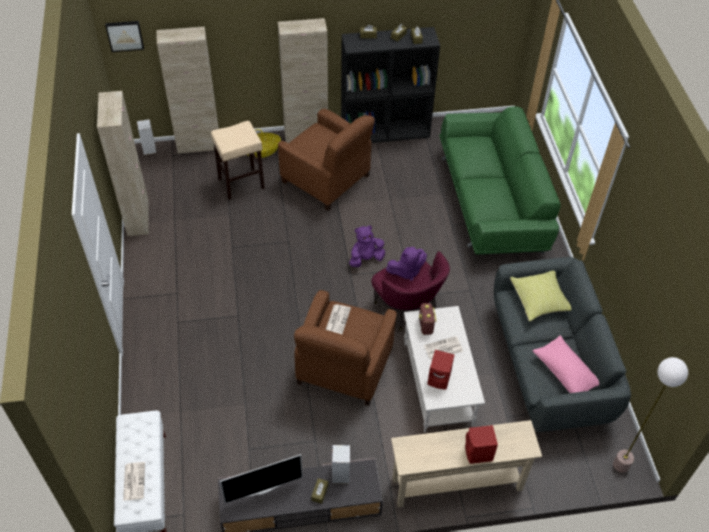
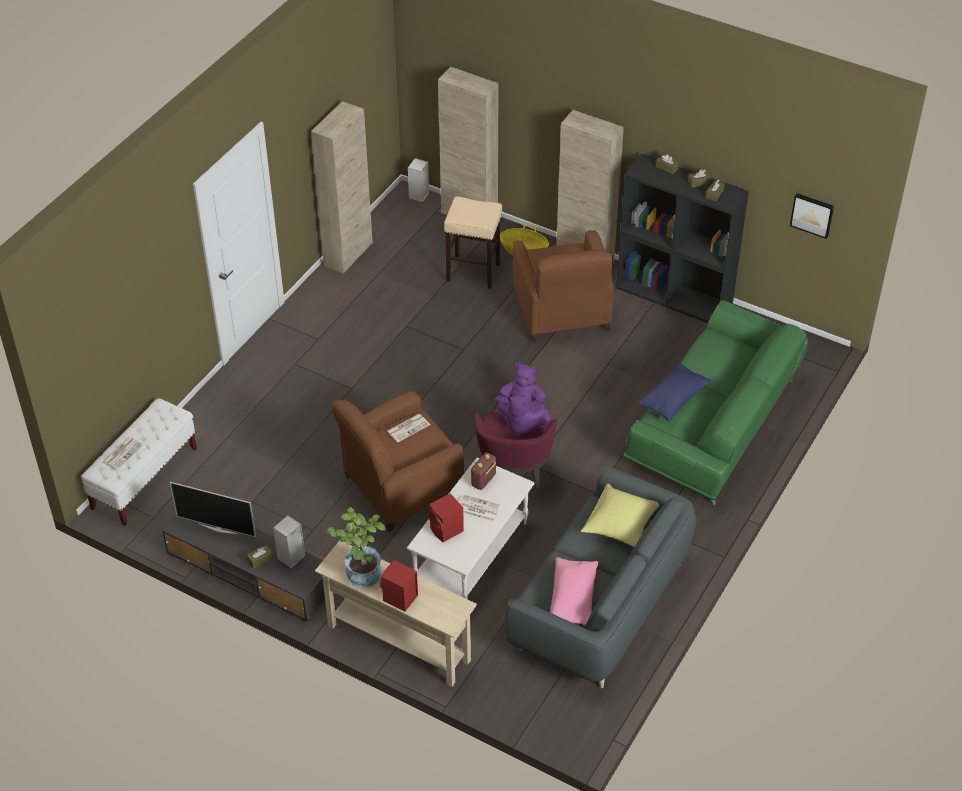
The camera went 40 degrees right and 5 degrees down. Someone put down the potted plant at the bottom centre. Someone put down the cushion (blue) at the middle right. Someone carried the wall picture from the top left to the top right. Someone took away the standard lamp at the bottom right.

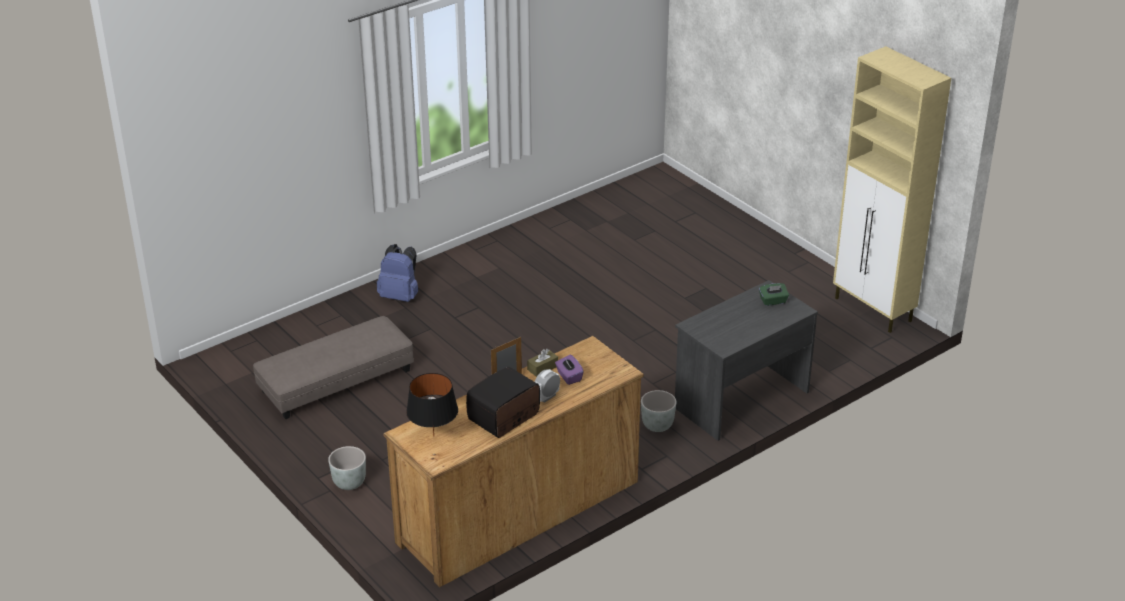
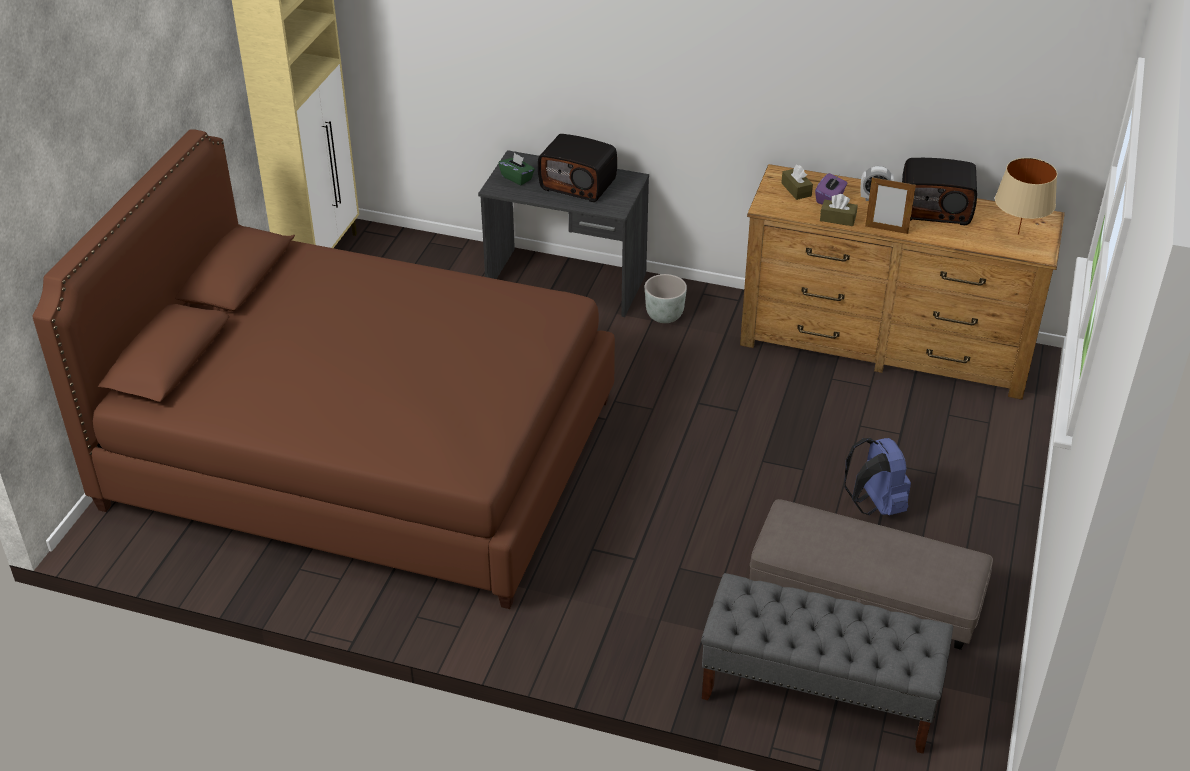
The camera went 125 degrees left and 5 degrees up. Someone put down the sleeping bed (brownish) at the middle left. Someone put down the radio (1st from left) at the top centre. Someone put down the indoor bench (greyish) at the bottom right. Someone put down the tissue holder (brownish) (1st from left) at the top right. Someone carried the knapsack (blue) from the centre to the middle right. Someone repainted the lamp for a table (black-coloured) at the bottom centre, which became the lamp for a table (sand-coloured) at the top right. Someone took away the plant pot (greyish) (1st from left) at the bottom left.

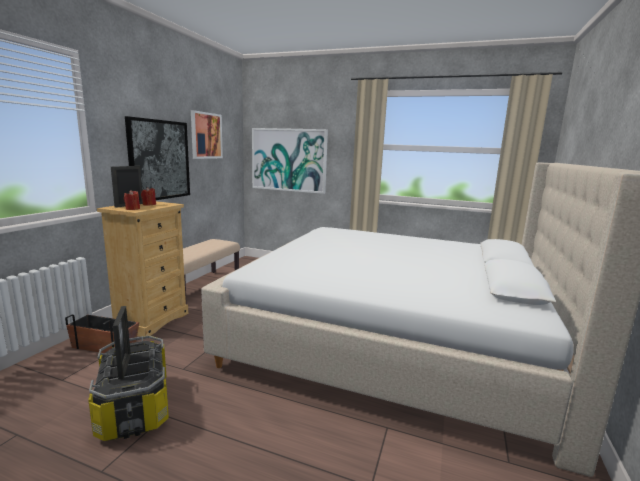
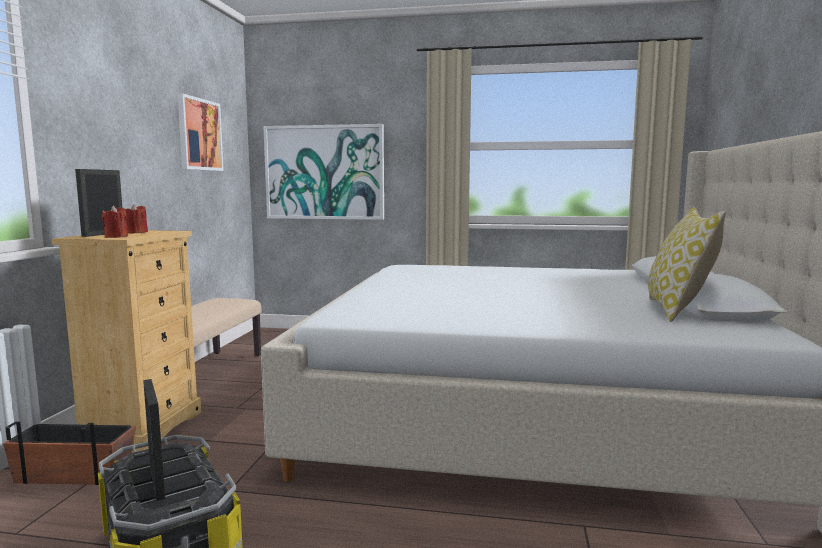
The camera went 10 degrees left and 5 degrees down. Someone put down the cushion at the middle right. Someone took away the wall picture (1st from left) at the top left.

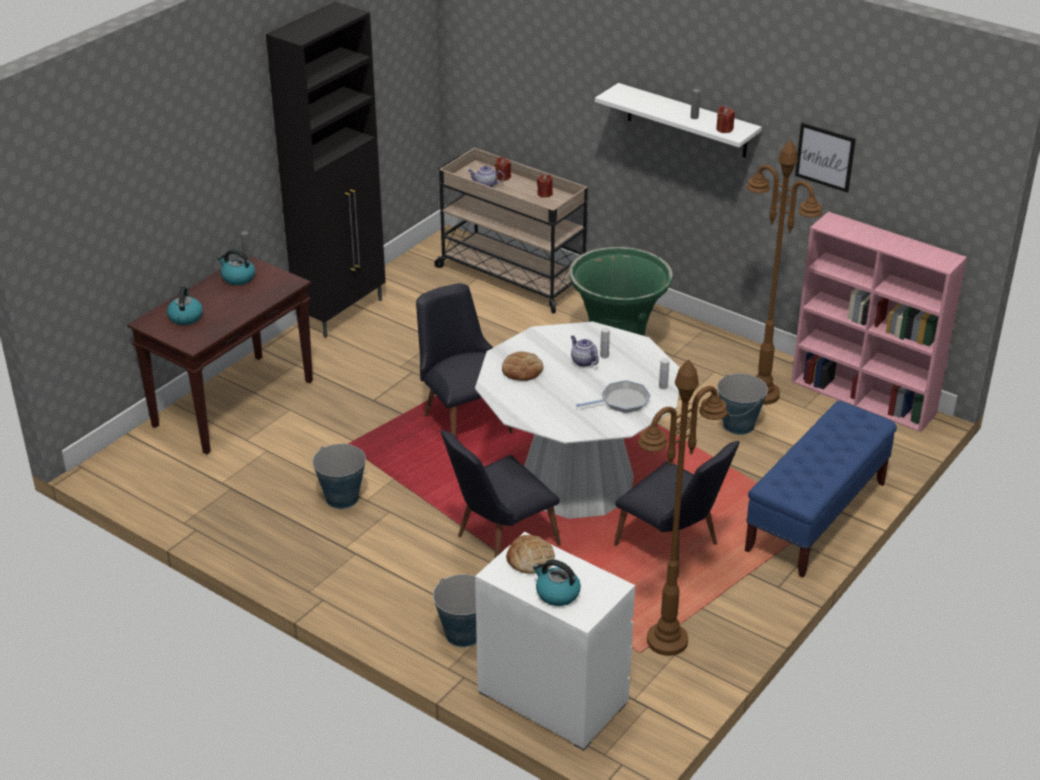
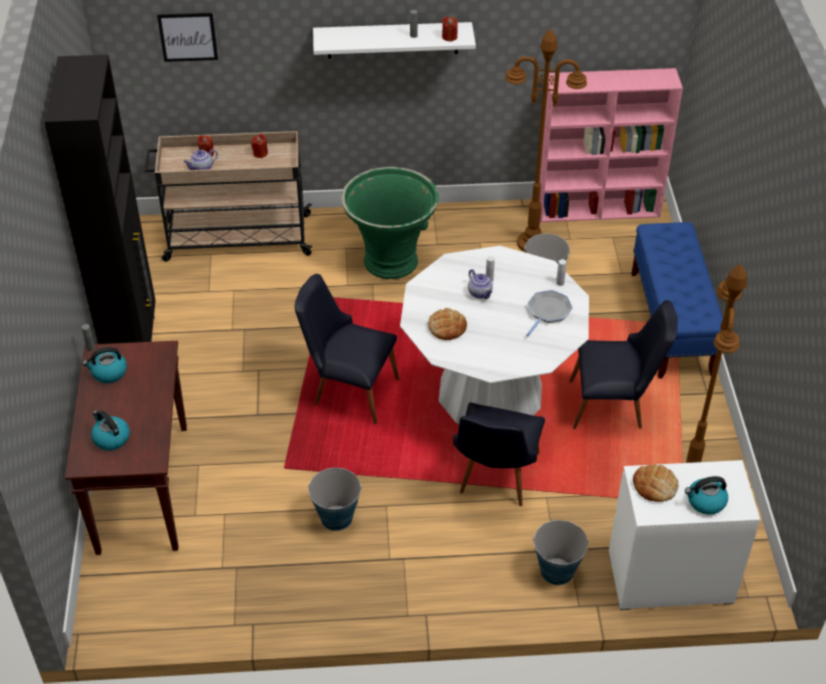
The camera went 40 degrees left and 10 degrees up. Someone carried the wall picture from the top right to the top left. Someone rotated the tea pot (2nd from left) at the centre by 135 degrees counterclockwise.

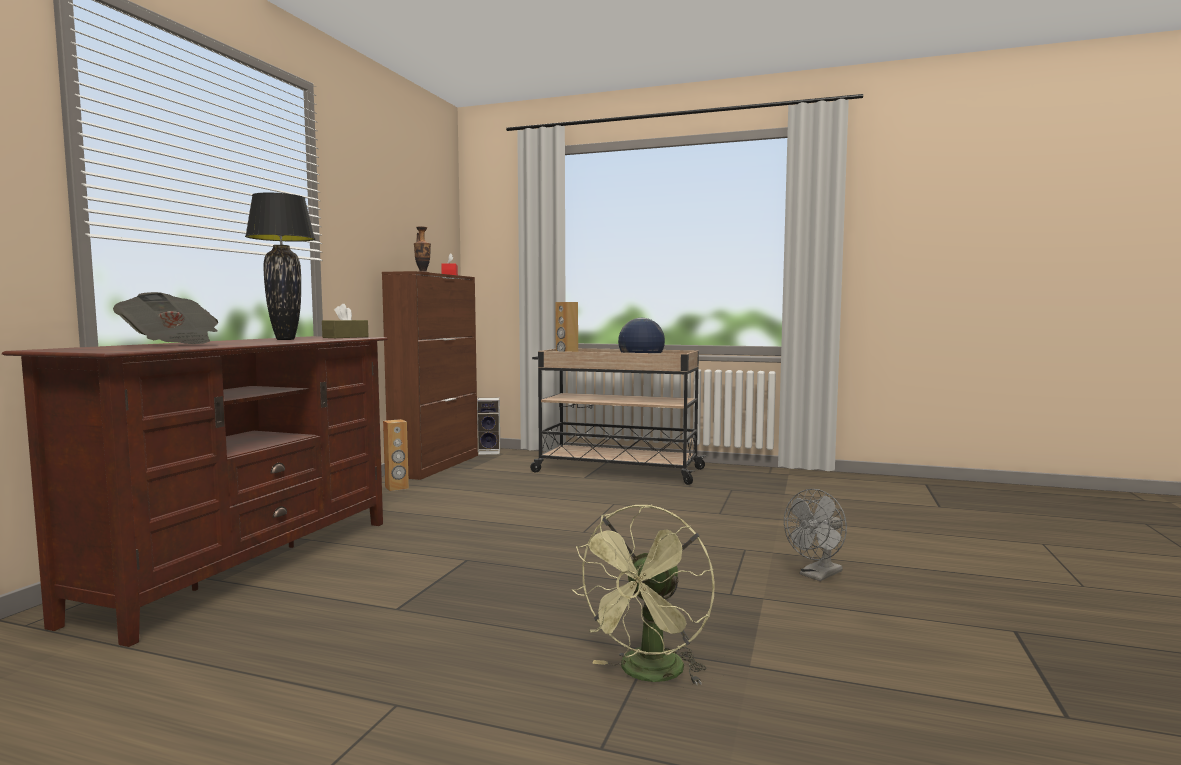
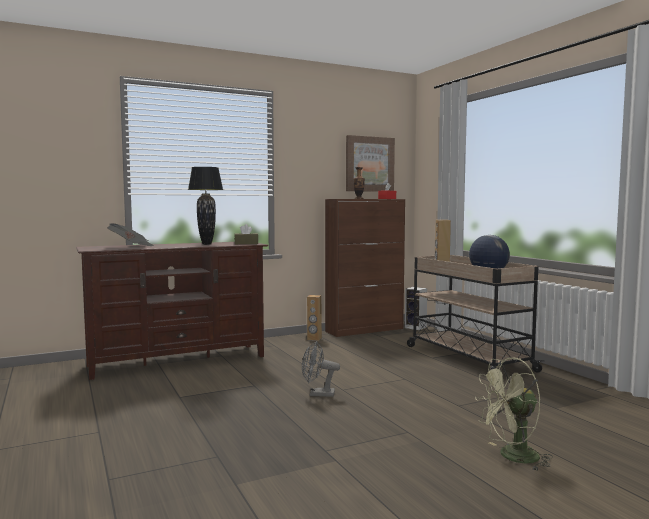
The camera went 45 degrees right and 0 degrees up. Someone carried the cooling fan (greyish) from the bottom right to the bottom centre. Someone put up the wall picture at the top centre. Someone carried the cooling fan (green) from the bottom centre to the bottom right.

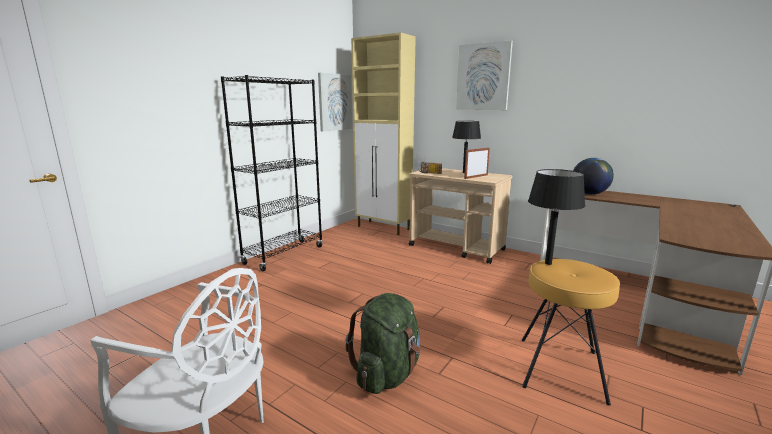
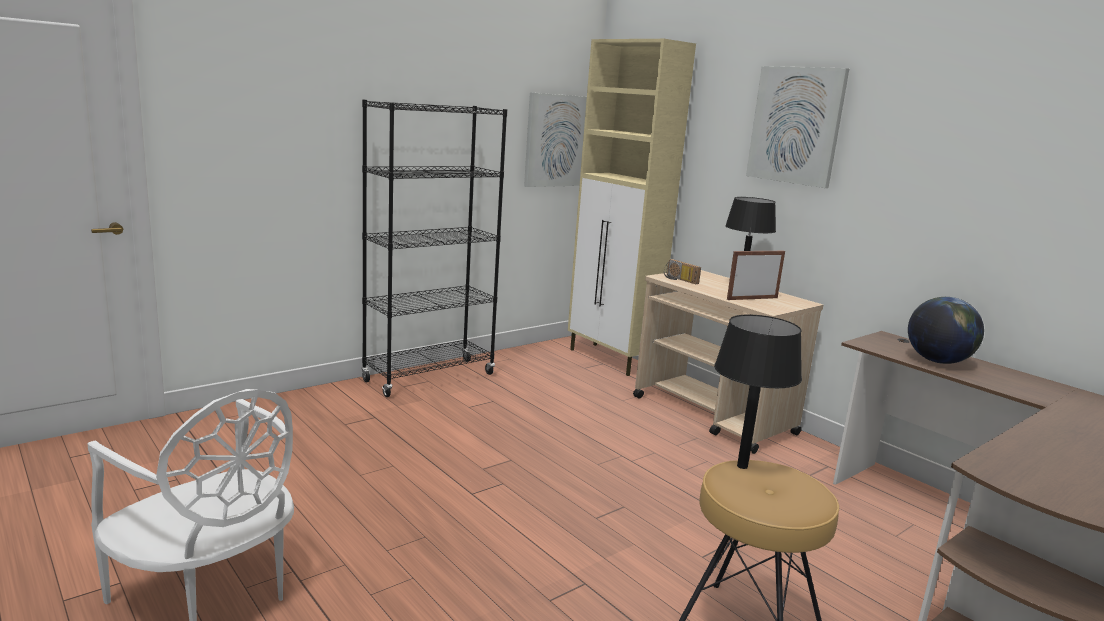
The camera went 15 degrees right and 0 degrees up. Someone took away the knapsack (green) at the bottom centre.

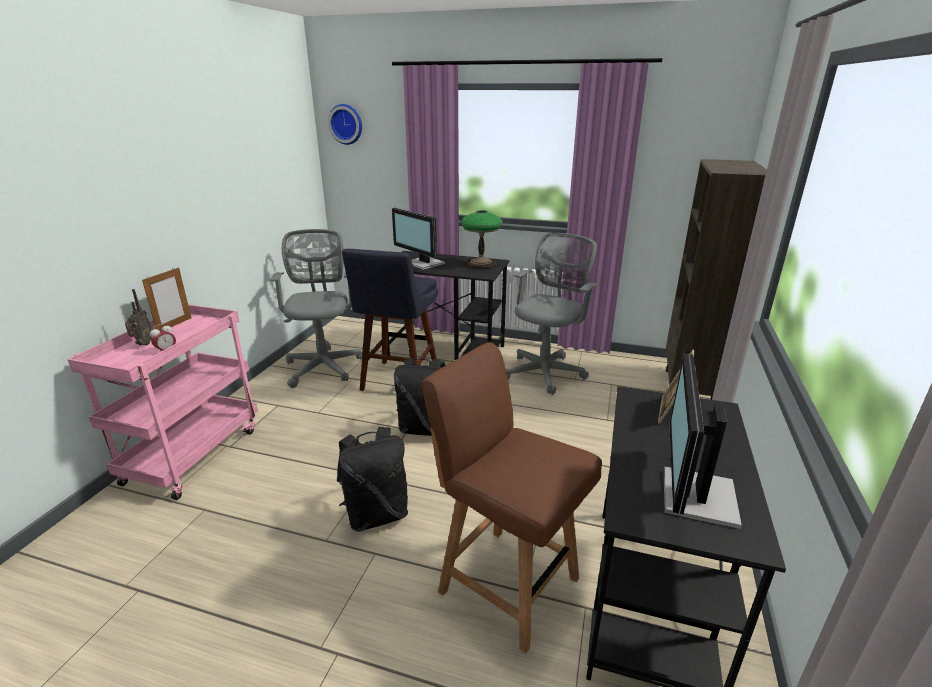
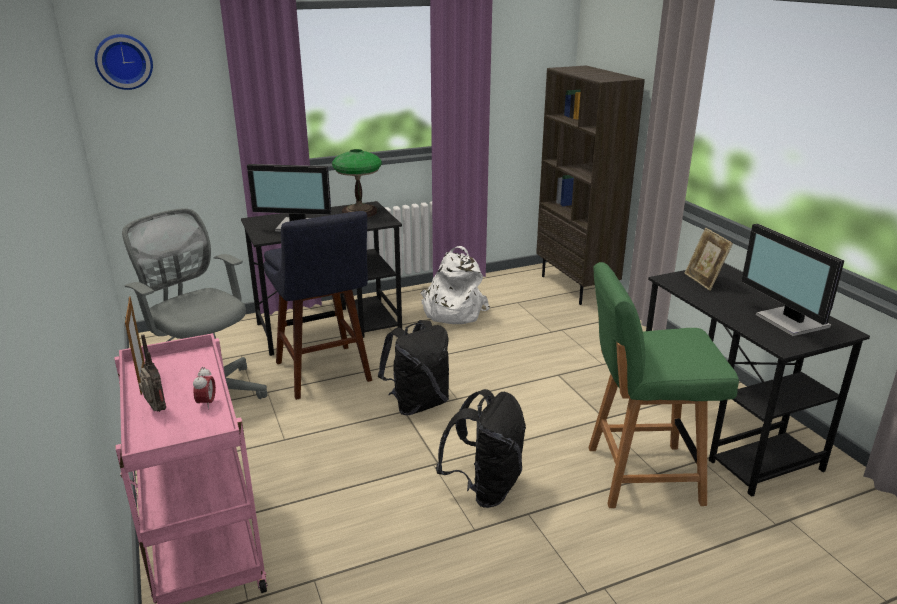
The camera went 40 degrees left and 0 degrees up. Someone swapped the office chair (greyish) (2nd from left) at the centre for the knapsack (white-coloured) at the centre. Someone repainted the plain chair (brownish) at the bottom centre, which became the plain chair (green) at the middle right.

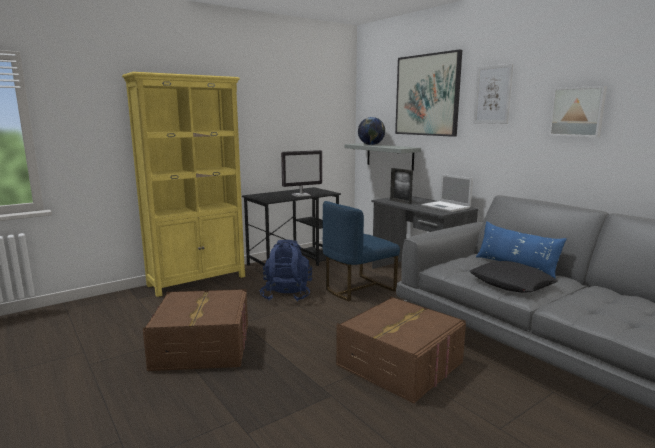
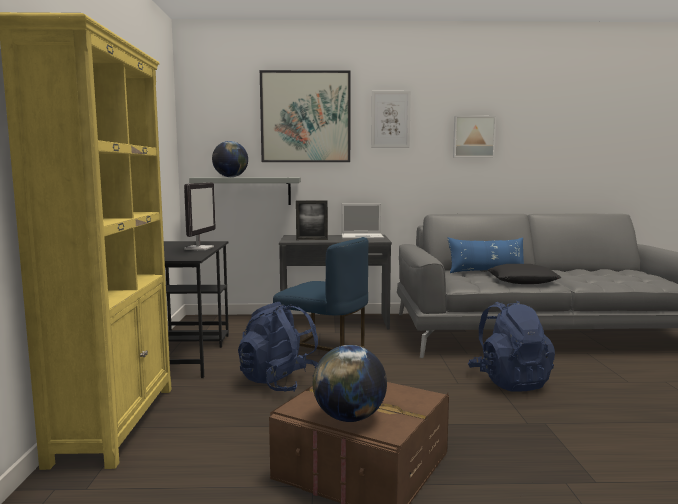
The camera went 55 degrees left and 5 degrees down. Someone rotated the plain chair (blue) at the centre by 60 degrees counterclockwise. Someone put down the globe (2nd from left) at the bottom centre. Someone swapped the storage container (brownish) (2nd from left) at the bottom centre for the knapsack (blue) (2nd from left) at the bottom right.

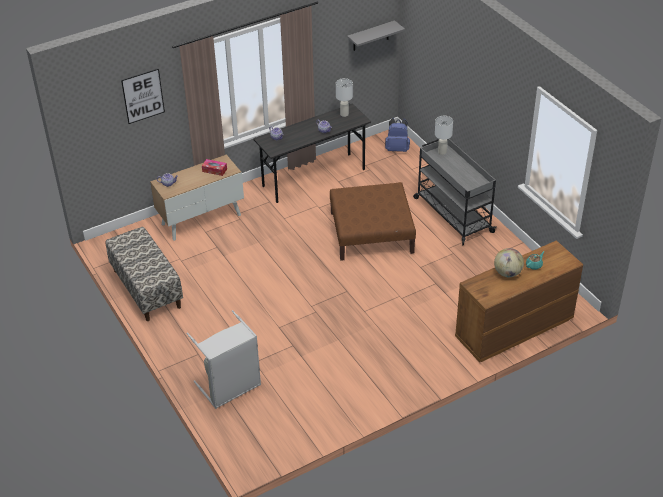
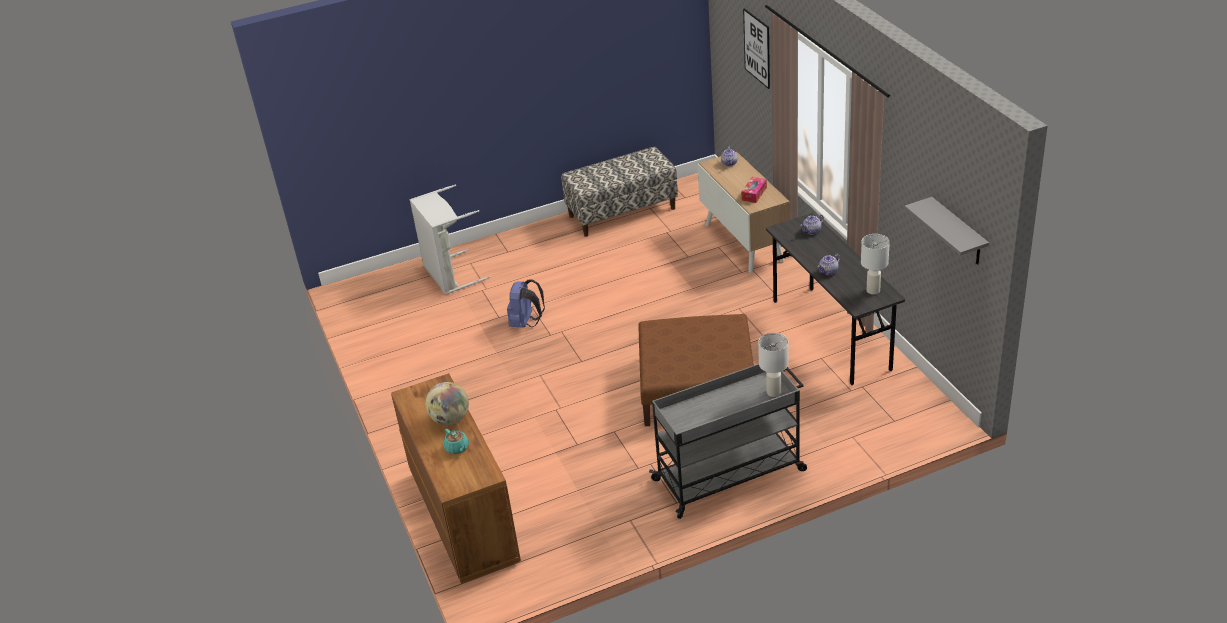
The camera went 100 degrees right and 5 degrees down. Someone carried the knapsack (blue) from the top centre to the centre.

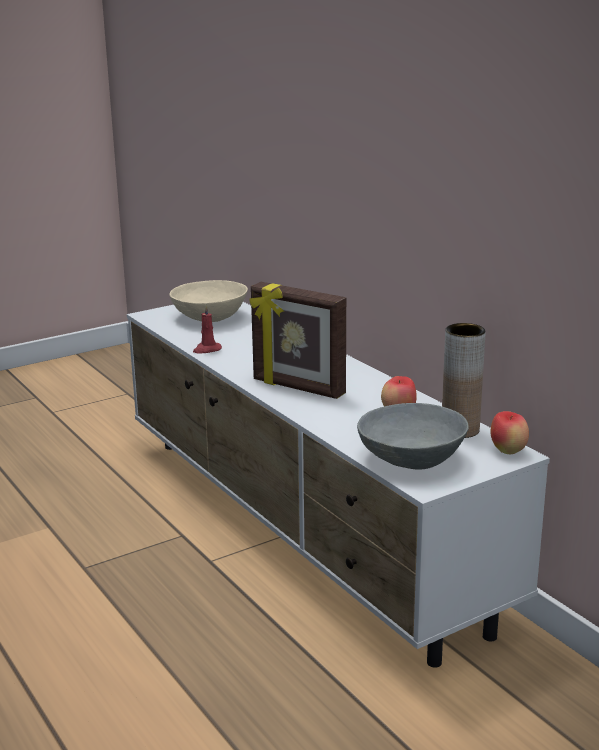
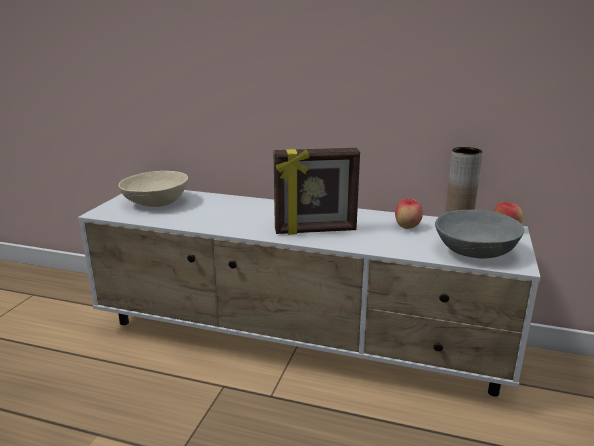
The camera went 40 degrees left and 0 degrees up. Someone took away the wax candle (red) at the centre.

